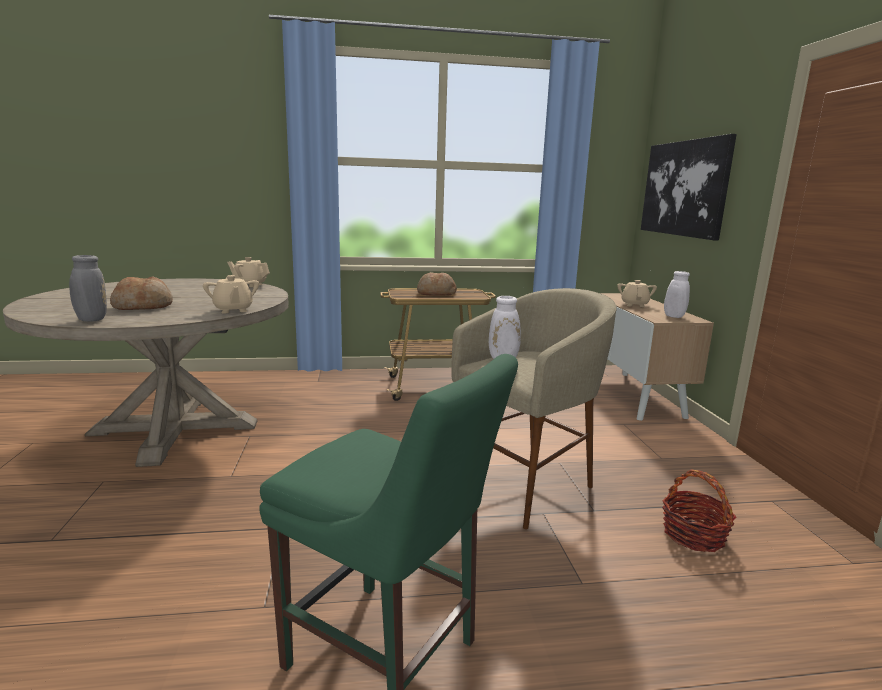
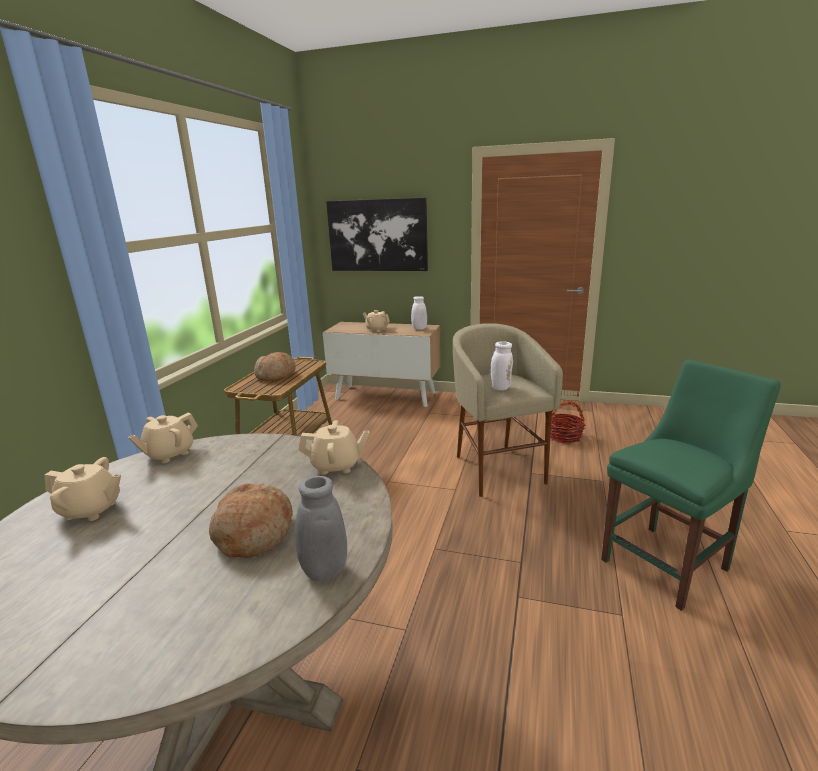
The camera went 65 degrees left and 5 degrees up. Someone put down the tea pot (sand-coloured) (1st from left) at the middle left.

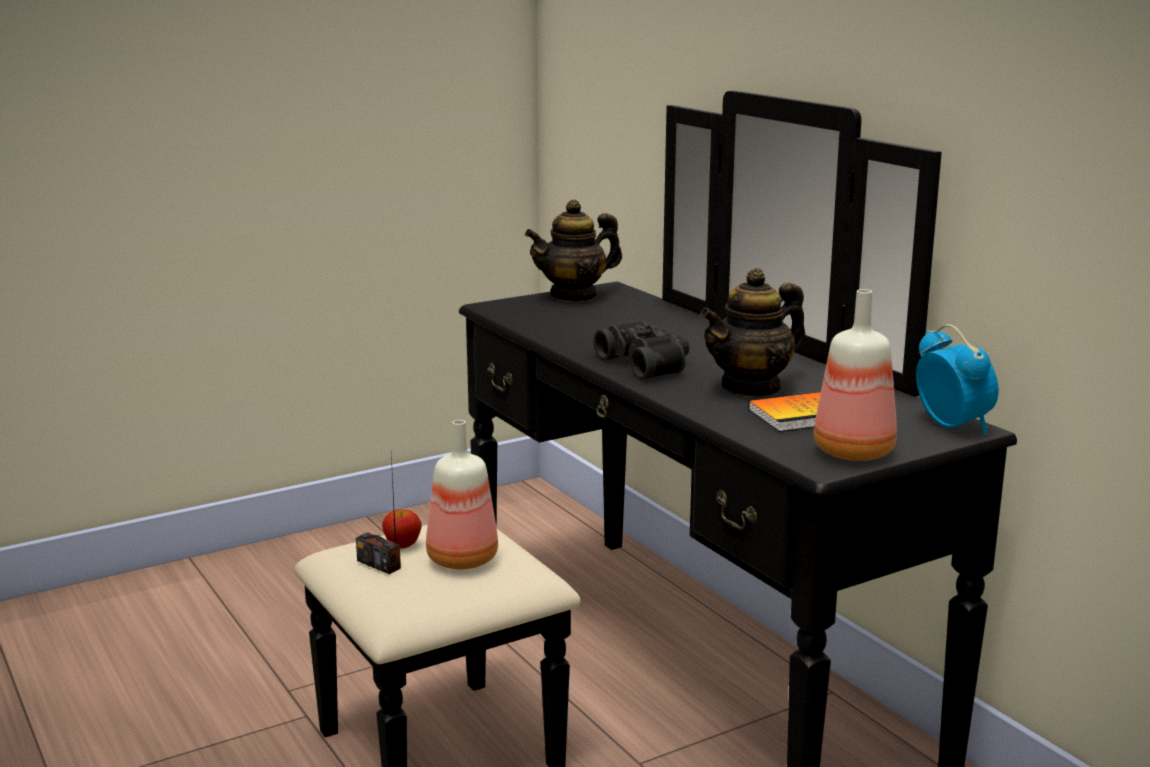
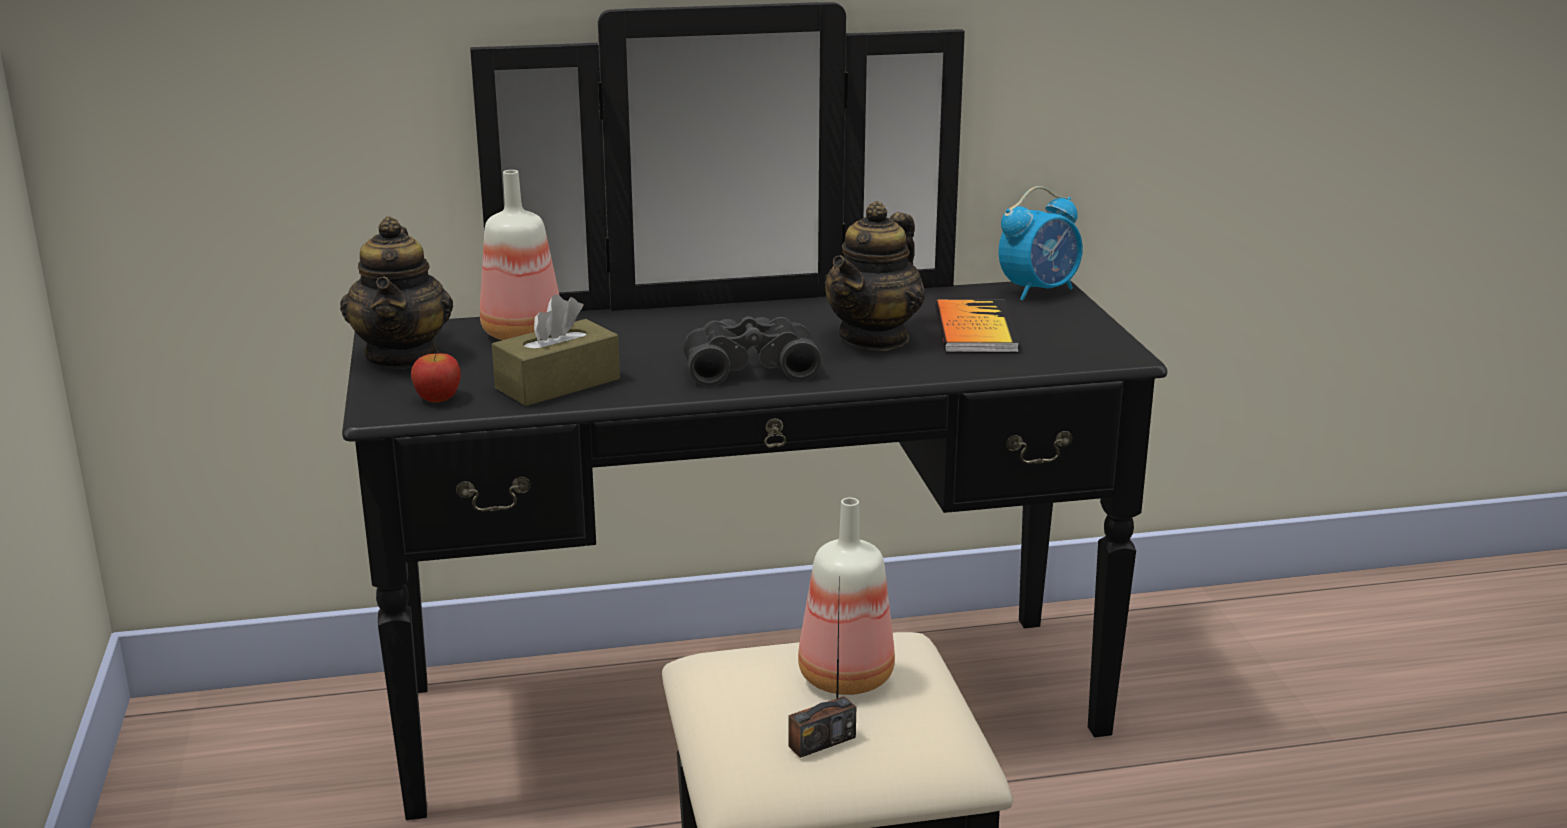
The camera went 70 degrees left and 5 degrees up. Someone carried the whole apple from the bottom centre to the middle left. Someone carried the beverage bottle (2nd from left in the first image) from the middle right to the top left. Someone put down the tissue holder (brownish) at the centre. Someone rotated the tea pot (2nd from left) at the centre by 45 degrees clockwise. Someone rotated the alarm clock at the middle right by 150 degrees clockwise.

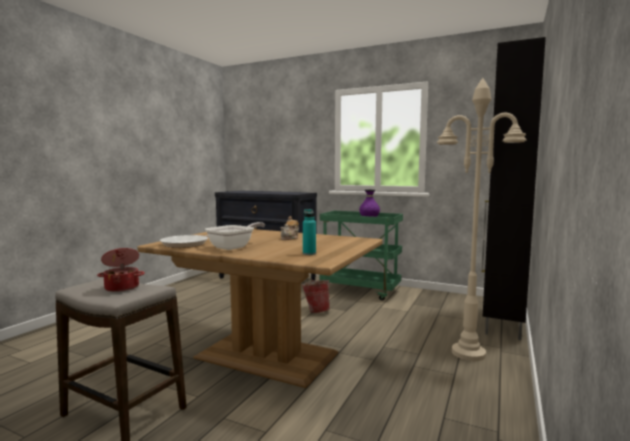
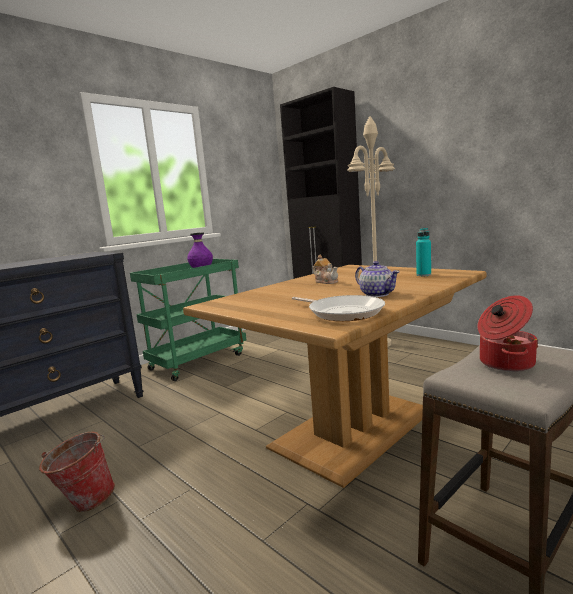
The camera went 70 degrees left and 5 degrees up. Someone carried the bucket from the bottom centre to the bottom left. Someone swapped the skillet (2nd from left) at the centre for the tea pot (2nd from left) at the centre.

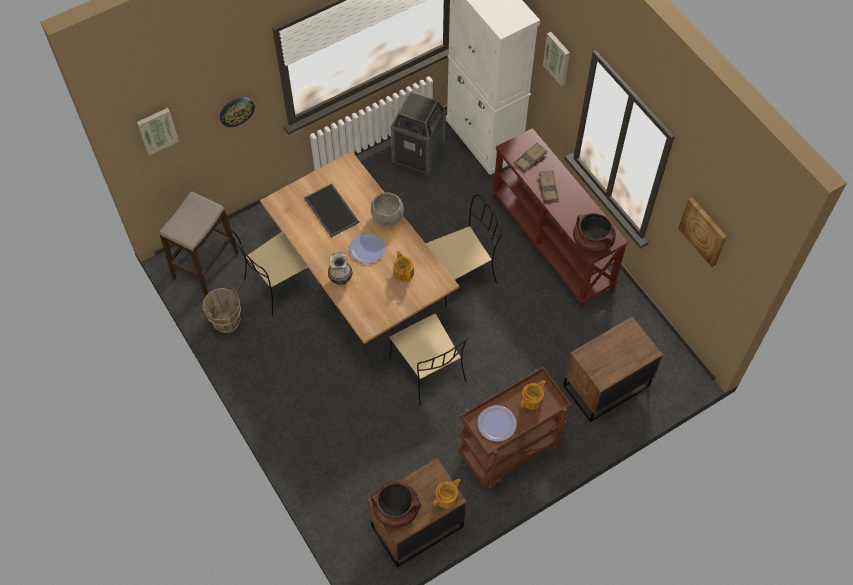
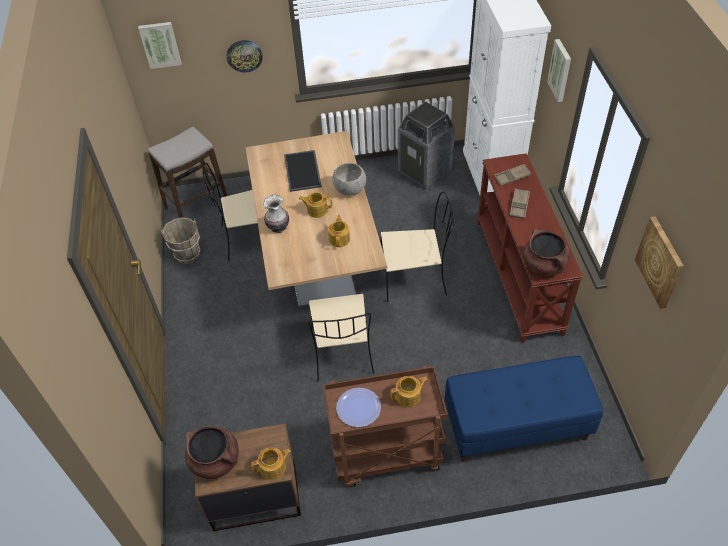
The camera went 25 degrees right and 10 degrees down. Someone swapped the plate (1st from left) at the centre for the tea pot (2nd from left) at the centre. Someone swapped the nightstand (brownish) (2nd from left) at the middle right for the indoor bench (blue) at the bottom right.

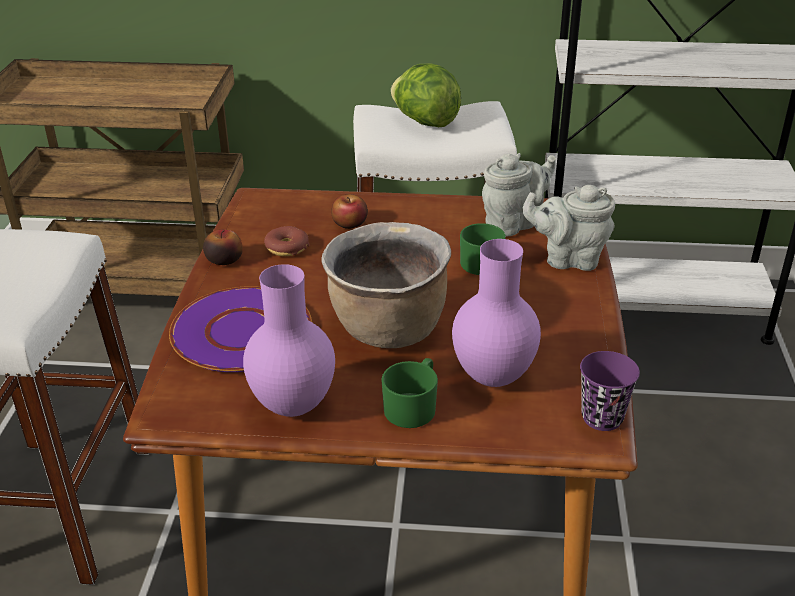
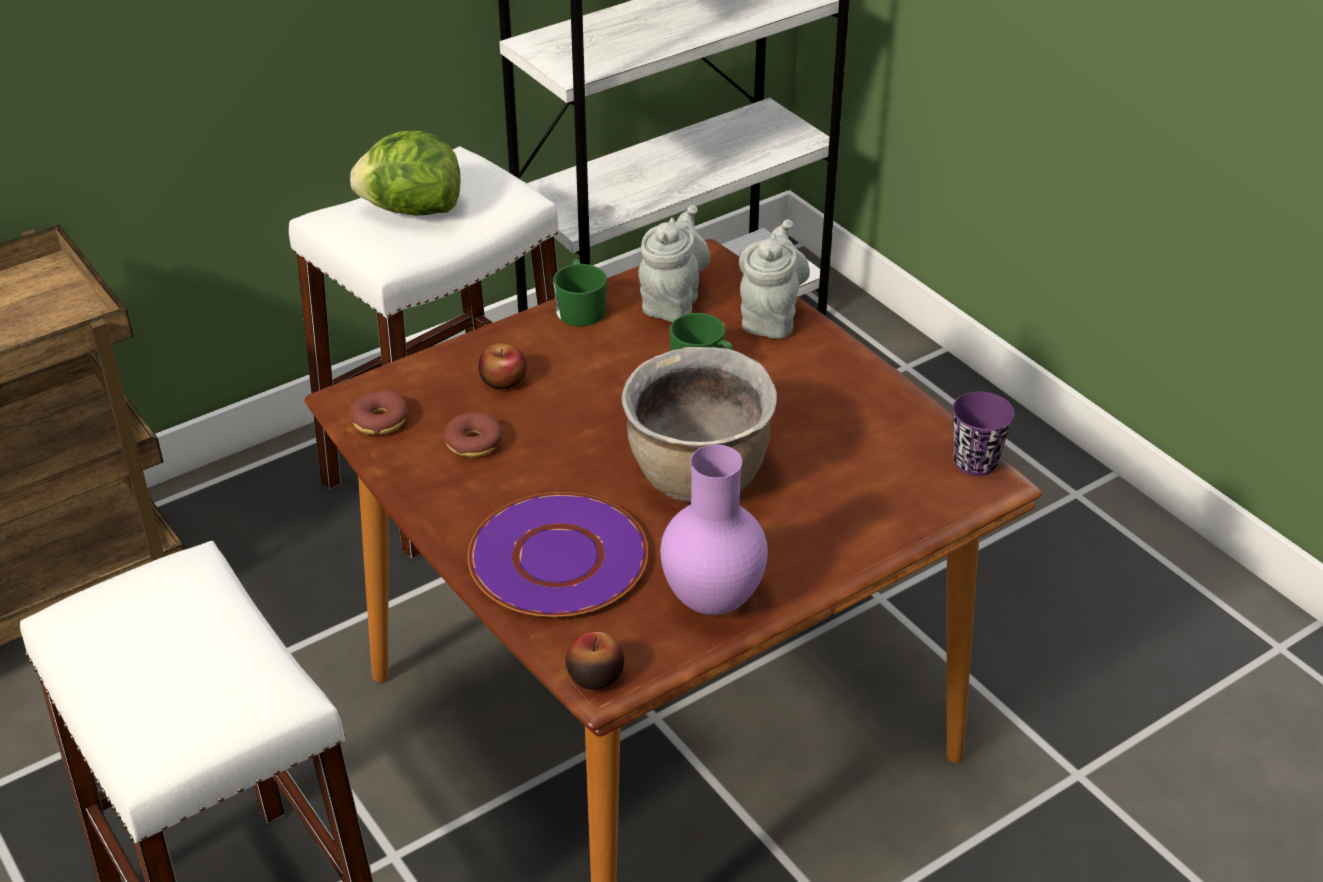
The camera went 40 degrees left and 5 degrees up. Someone put down the donut (1st from left) at the middle left. Someone carried the tea mug (green) (1st from left) from the centre to the top centre. Someone carried the whole apple (1st from left in the first image) from the middle left to the bottom centre. Someone rotated the tea pot (greyish) (2nd from left) at the middle right by 135 degrees clockwise. Someone took away the flower vase (purple) (2nd from left) at the centre.

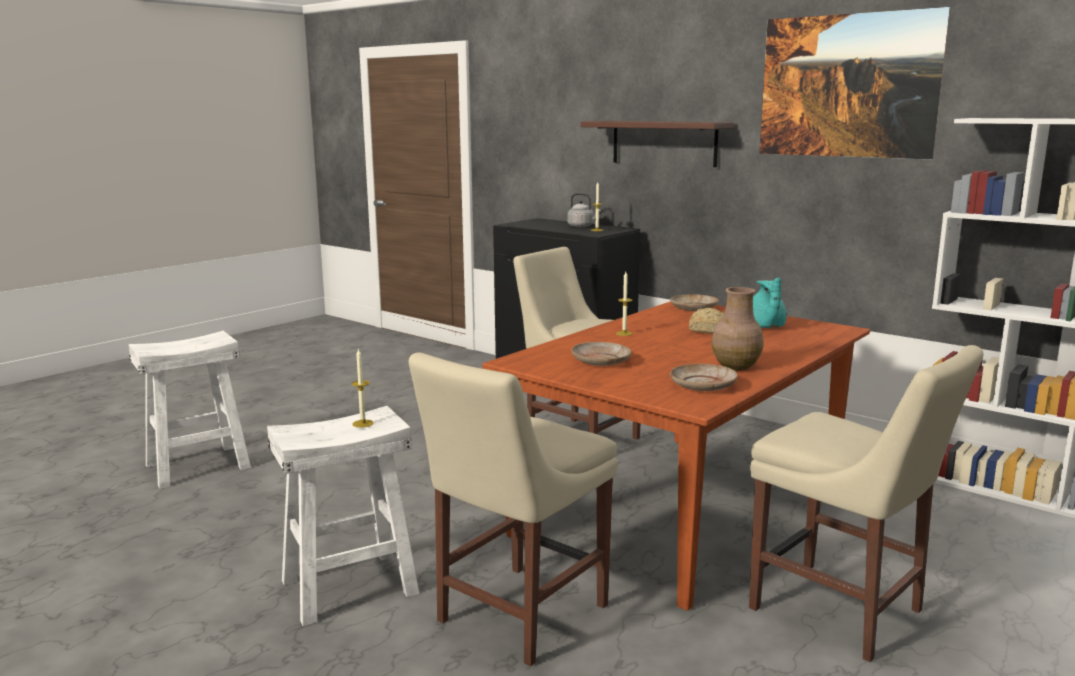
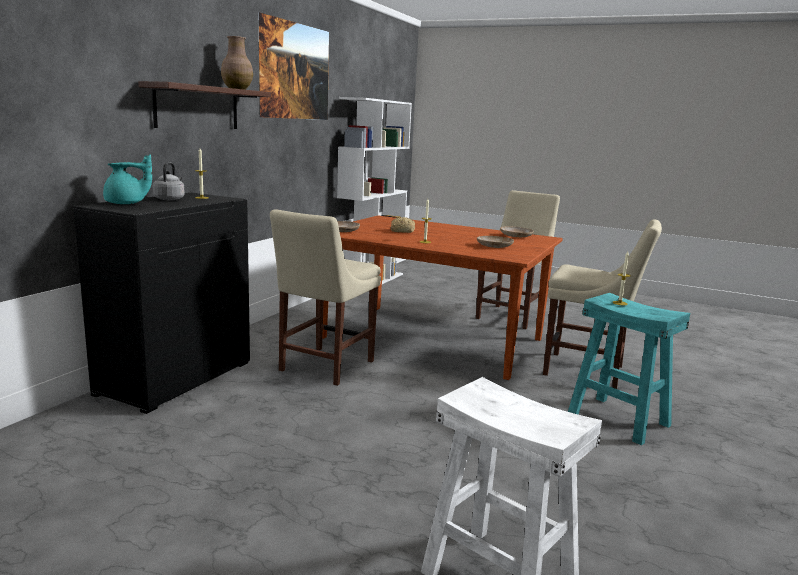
The camera went 105 degrees left and 0 degrees up. Someone carried the tea pot (turquoise) from the middle right to the top left. Someone carried the flower vase (brownish) from the middle right to the top left. Someone repainted the stool (white-coloured) (2nd from left) at the bottom left, which became the stool (turquoise) at the middle right.

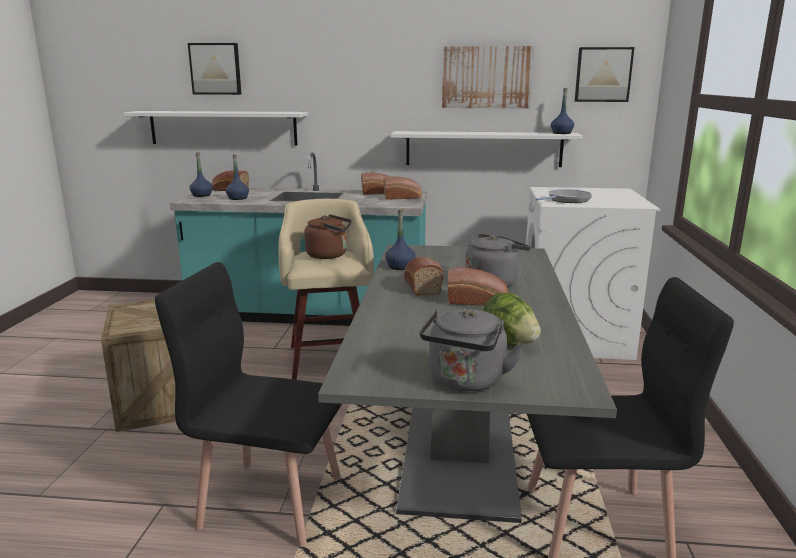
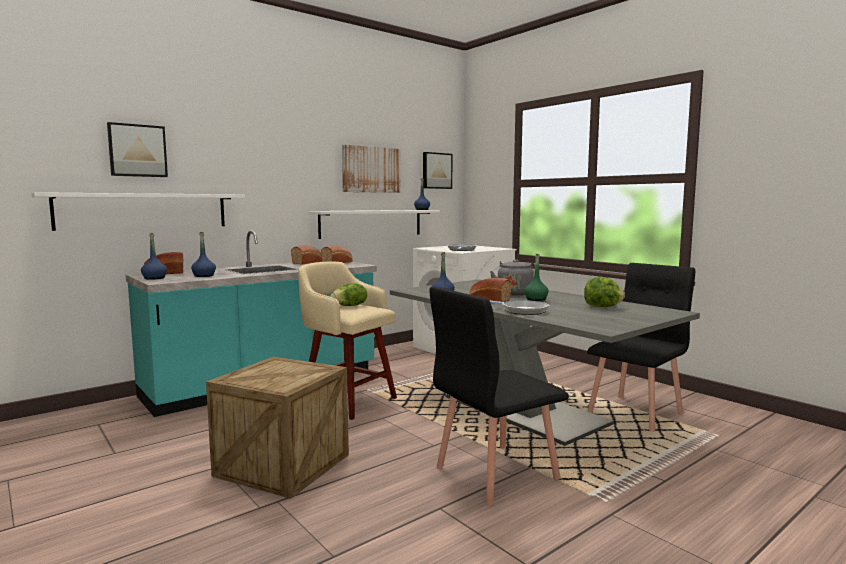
The camera went 45 degrees left and 10 degrees down. Someone swapped the tea kettle (brownish) at the centre for the lettuce (1st from left) at the centre. Someone put down the skillet (2nd from left) at the centre. Someone swapped the baked bread (5th from left) at the centre for the beverage bottle (green) at the centre. Someone took away the tea kettle (greyish) (1st from left) at the centre.

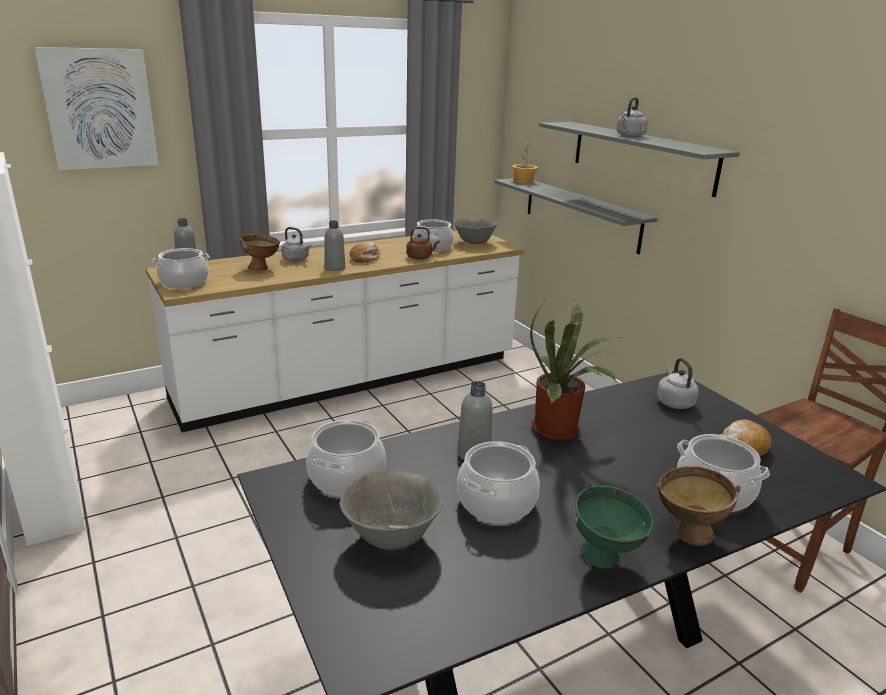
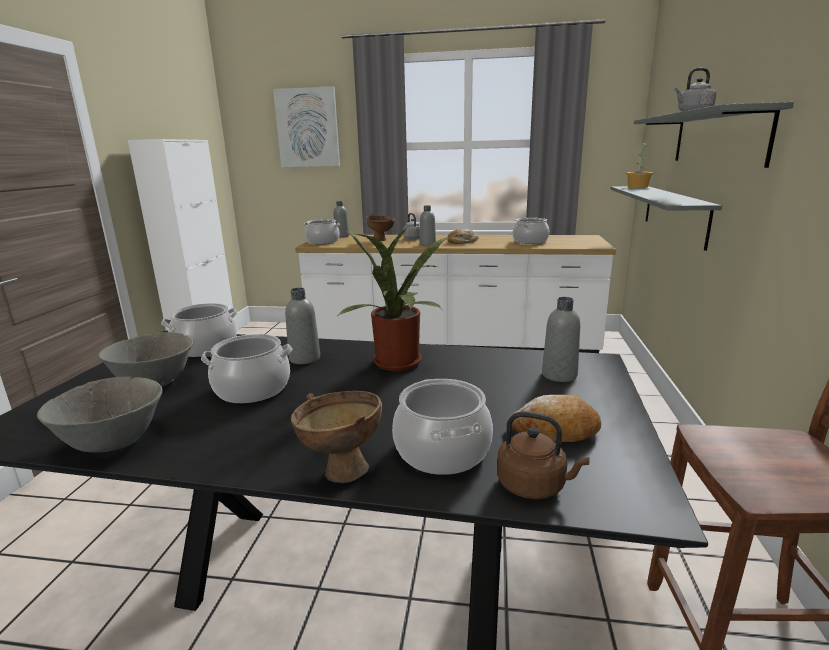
The camera went 40 degrees right and 5 degrees down. Someone carried the serving bowl (greyish) (2nd from left in the first image) from the top centre to the middle left. Someone carried the tea kettle (brownish) from the centre to the bottom centre. Someone swapped the tea kettle (greyish) (3rd from left) at the middle right for the beverage bottle (greyish) (4th from left) at the middle right. Someone took away the serving bowl (green) at the bottom right.

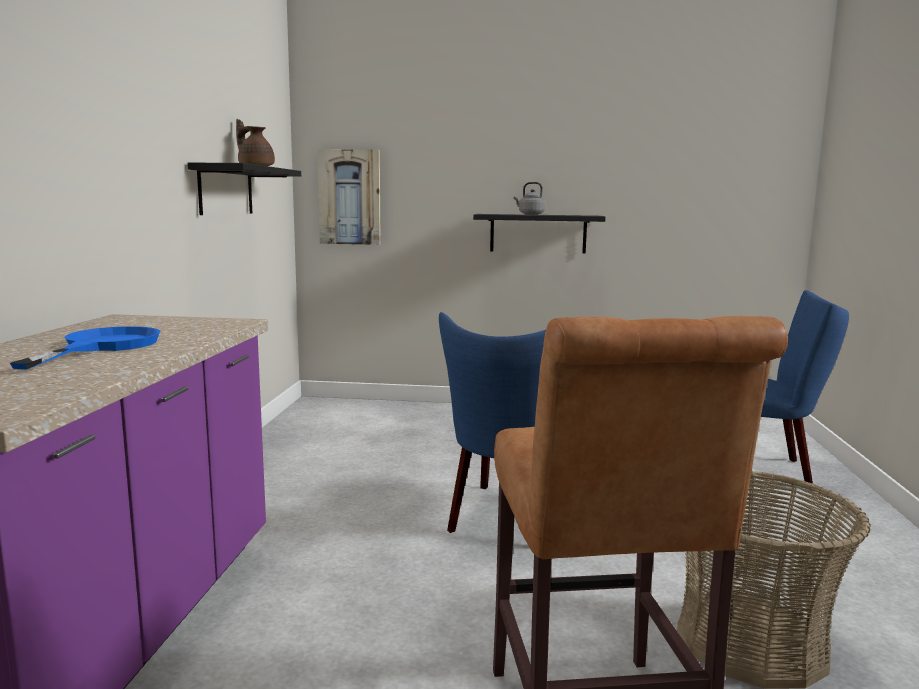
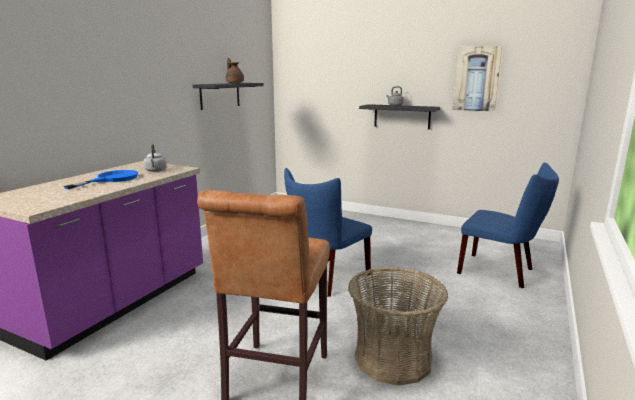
The camera went 20 degrees right and 5 degrees up. Someone put down the tea kettle (greyish) (1st from left) at the middle left. Someone carried the wall picture from the top centre to the top right.

